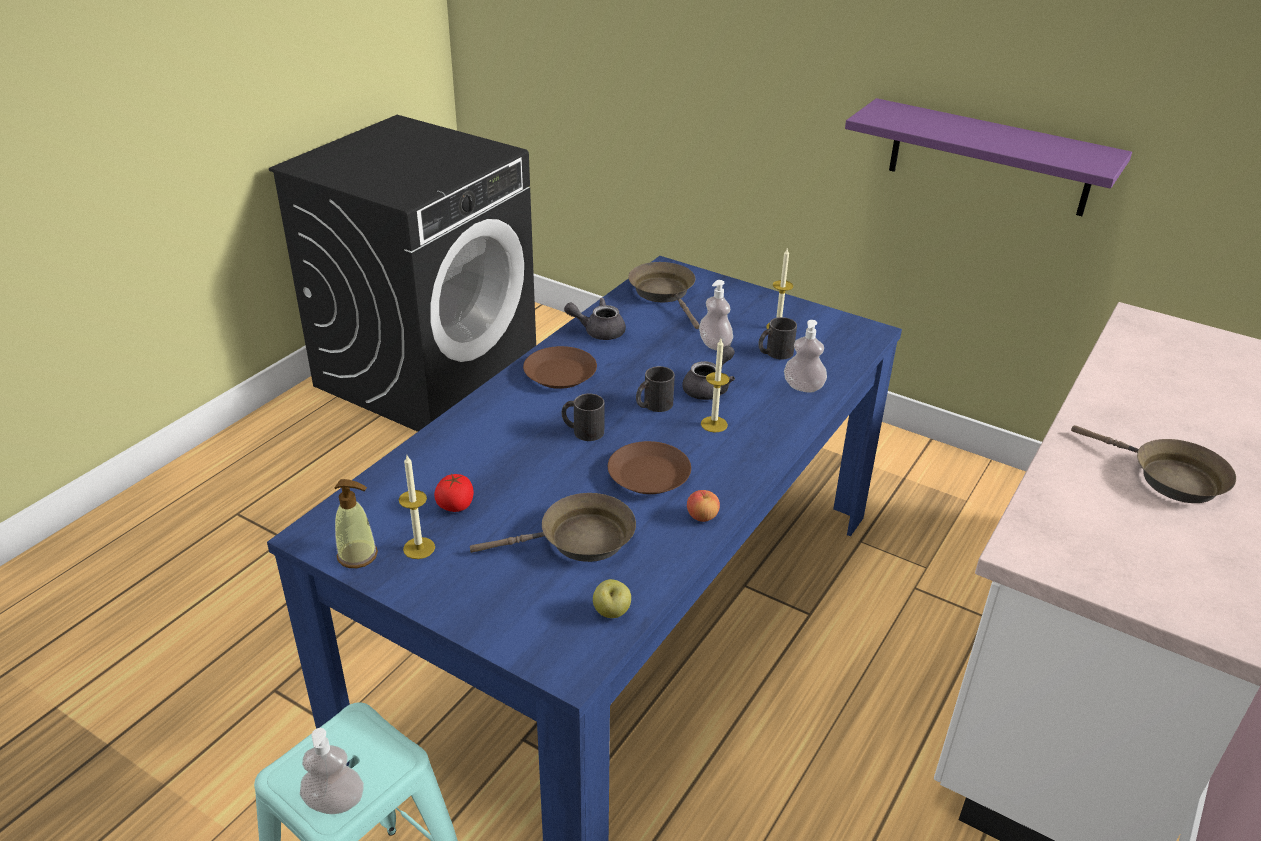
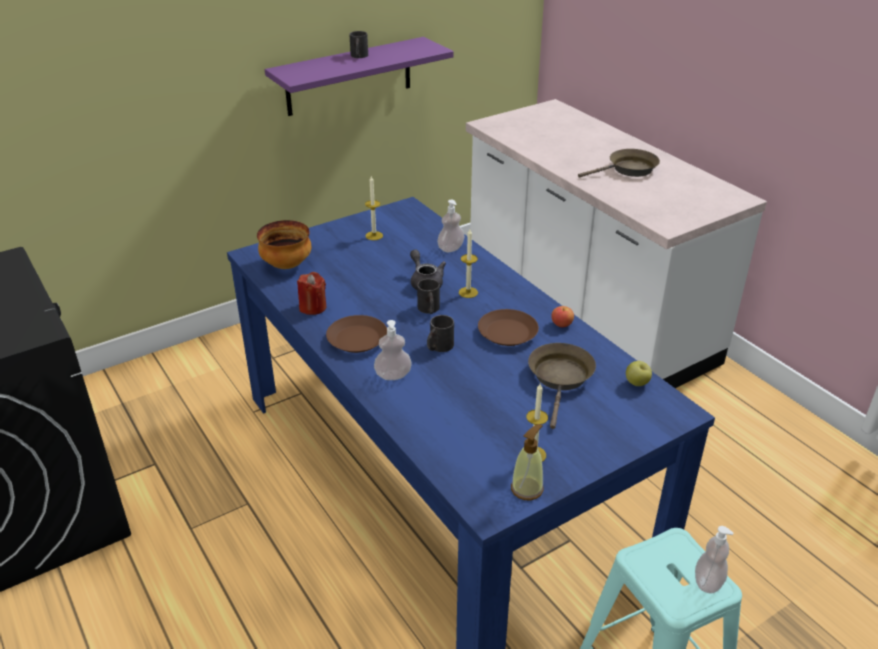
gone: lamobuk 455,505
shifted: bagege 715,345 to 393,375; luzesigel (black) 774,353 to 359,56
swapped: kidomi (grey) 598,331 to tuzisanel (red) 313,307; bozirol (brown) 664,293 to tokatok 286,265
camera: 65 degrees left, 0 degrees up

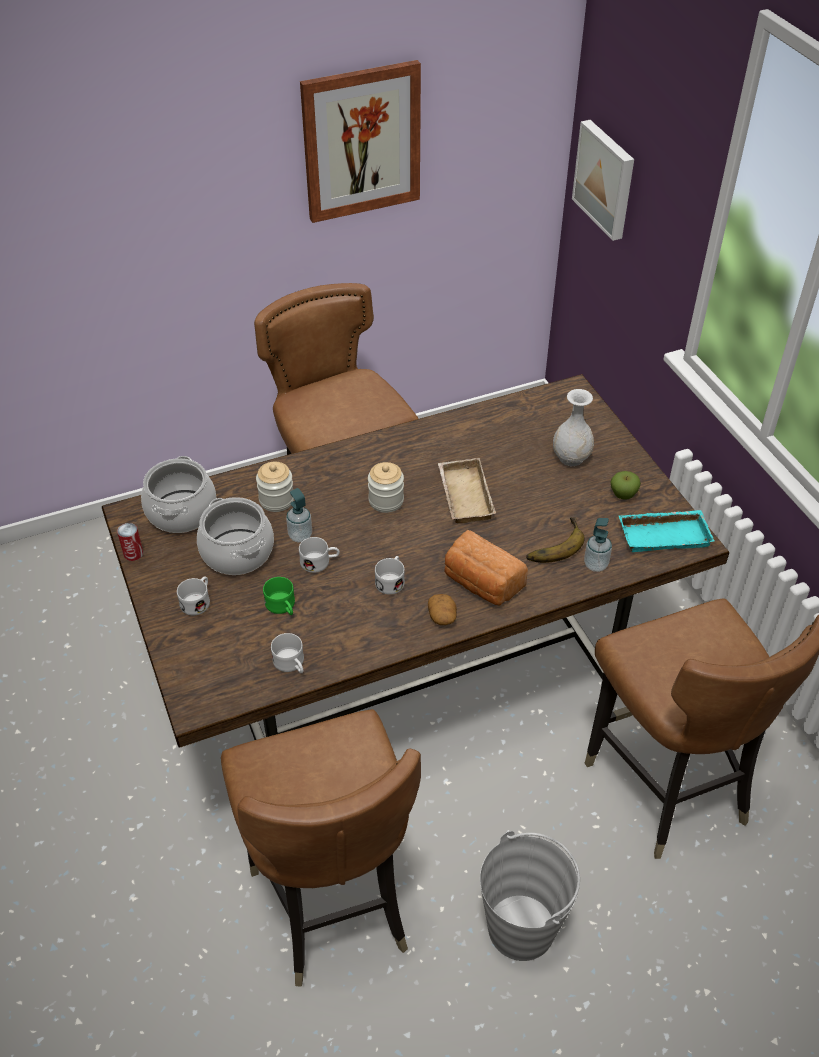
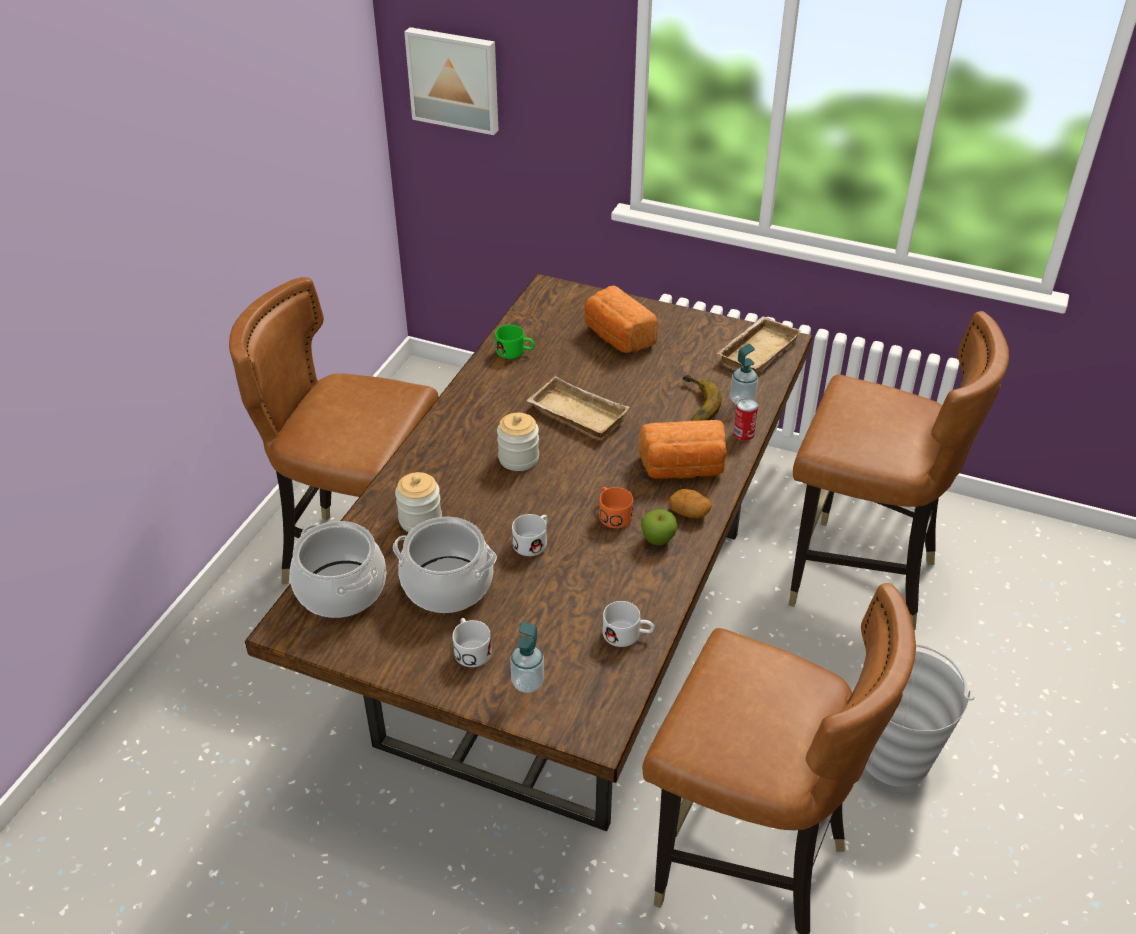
gone: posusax 361,141
shifted: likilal 133,553 to 743,433; luzesigel (green) 282,607 to 515,352; bagege 300,536 to 527,682; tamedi 623,495 to 658,540
swapped: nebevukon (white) 571,457 to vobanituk 617,337
repainted: luzesigel (white) 391,580 to luzesigel (orange) 612,514; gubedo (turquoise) 664,534 to gubedo (beige) 756,350
camera: 45 degrees left, 5 degrees down

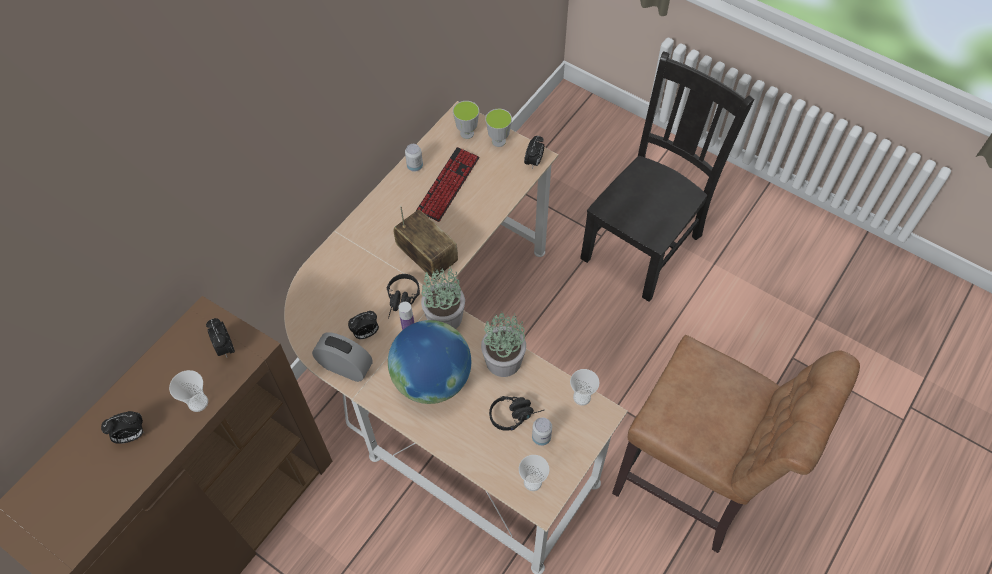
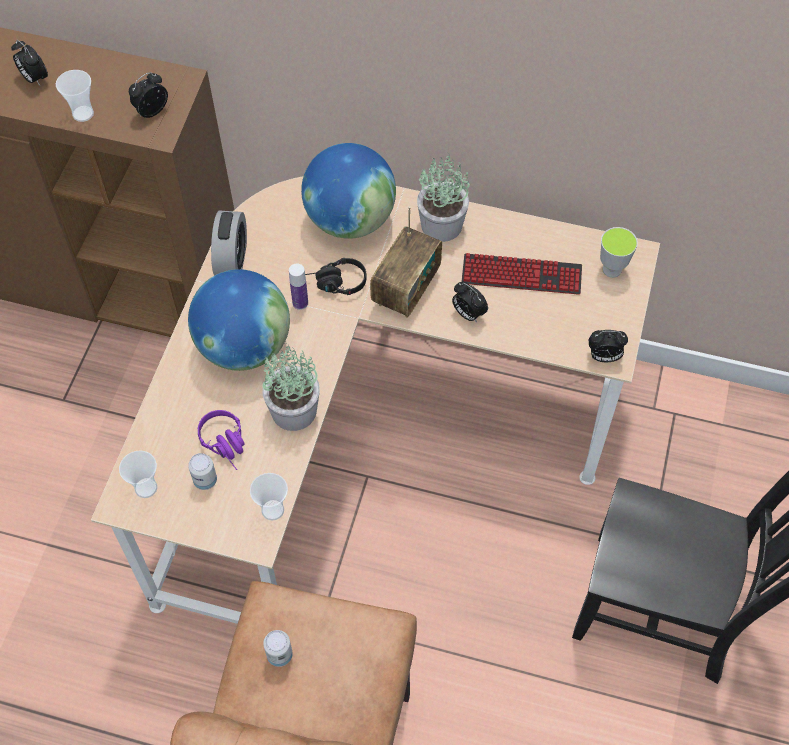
gone: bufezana 498,141
new: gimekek 349,219
shifted: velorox 366,333 to 468,314; likilal 415,166 to 279,655; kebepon 445,316 to 442,225
repainted: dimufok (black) 516,414 to dimufok (purple) 227,445
camera: 70 degrees right, 0 degrees up

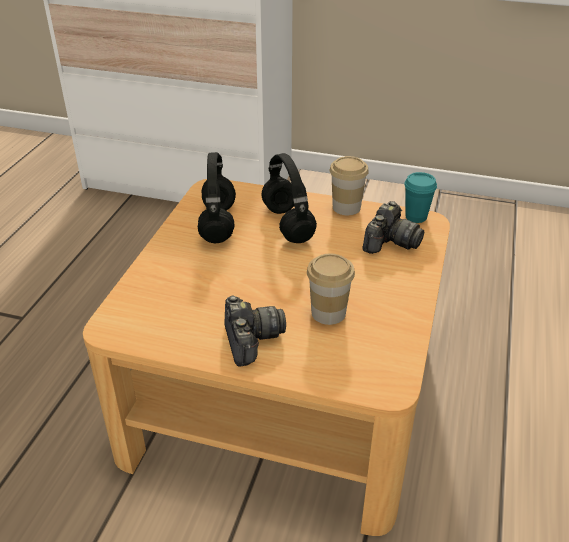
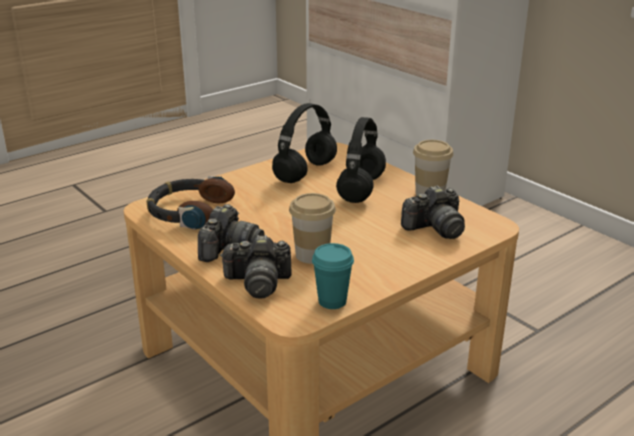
new: dimufok 188,211; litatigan 258,283
shifted: bufezana (turquoise) 416,217 to 332,301
camera: 35 degrees right, 10 degrees down

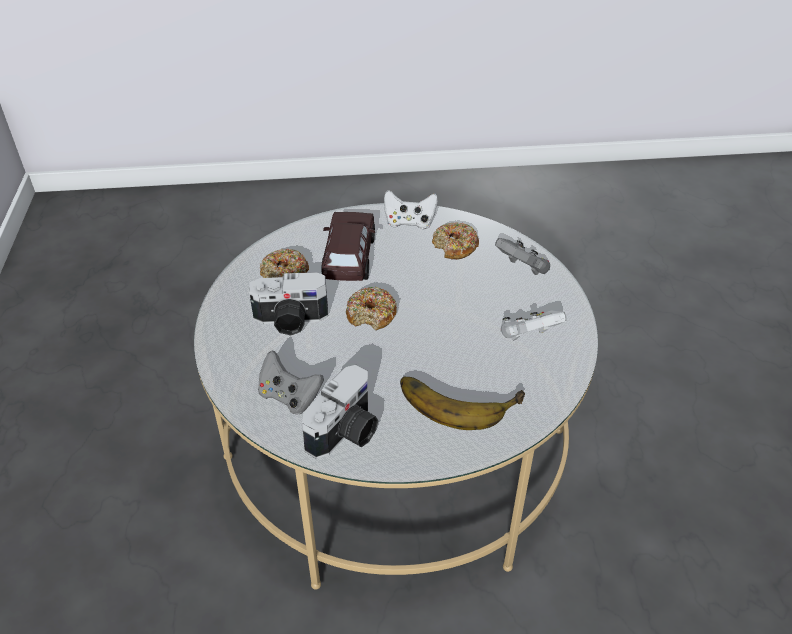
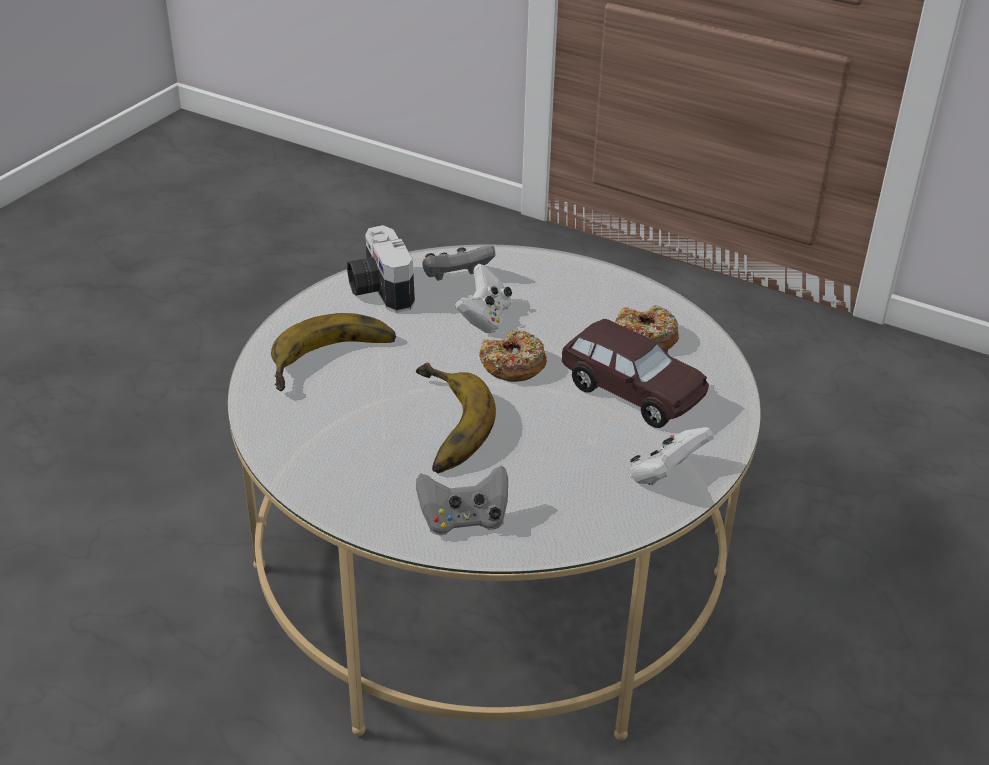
gone: litatigan 290,321; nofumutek 455,247
new: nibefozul 438,426
shifted: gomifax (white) 528,337 to 484,318
camera: 125 degrees right, 5 degrees down

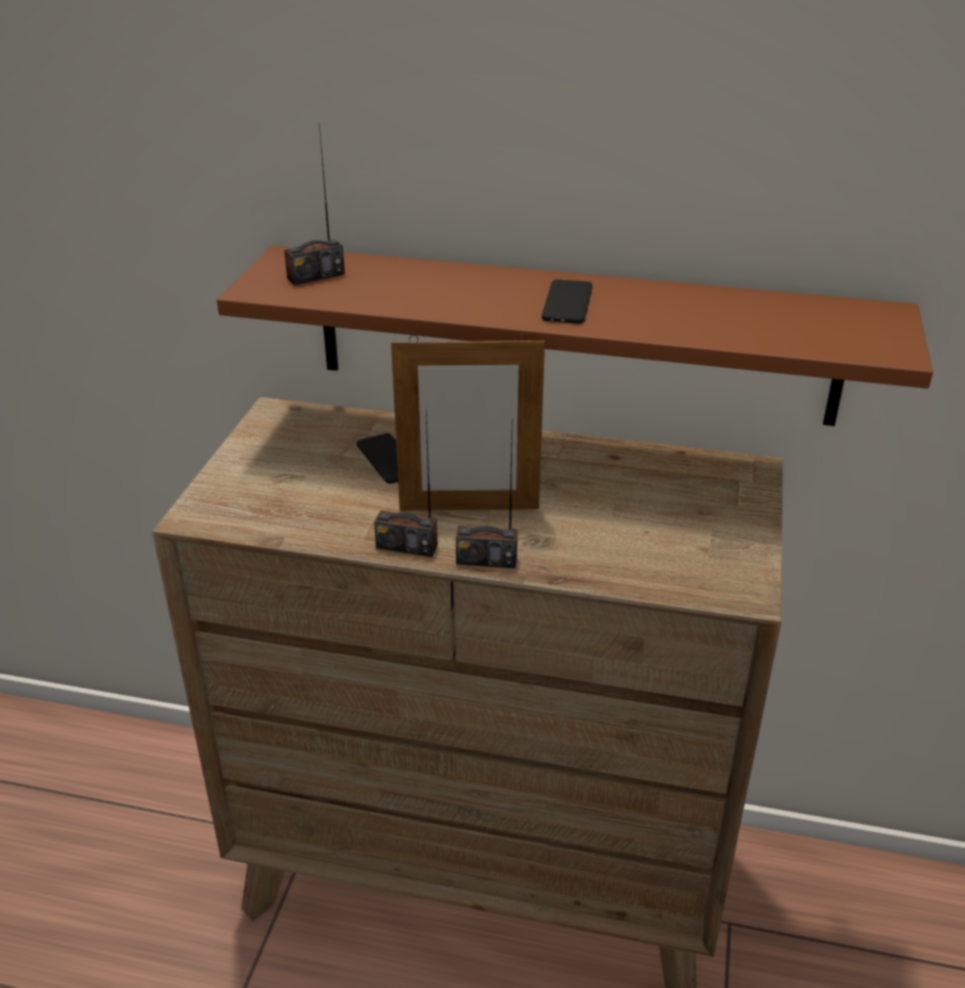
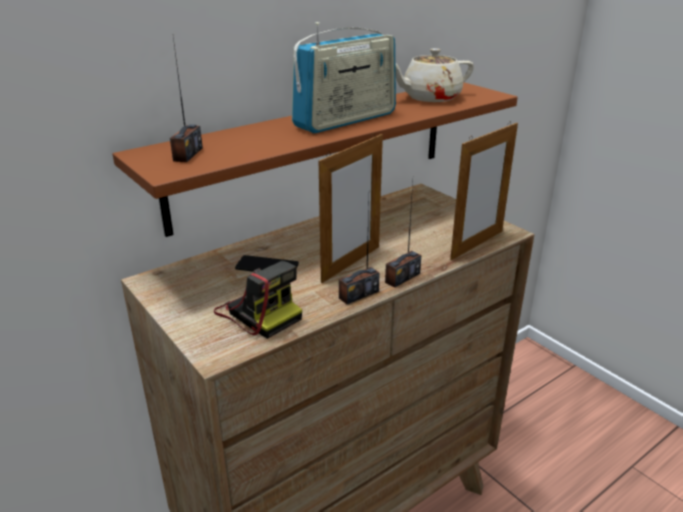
new: litatigan 259,312; kidomi (beige) 430,97; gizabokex 477,245
swapped: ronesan 567,303 to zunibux 345,120
camera: 50 degrees left, 5 degrees down

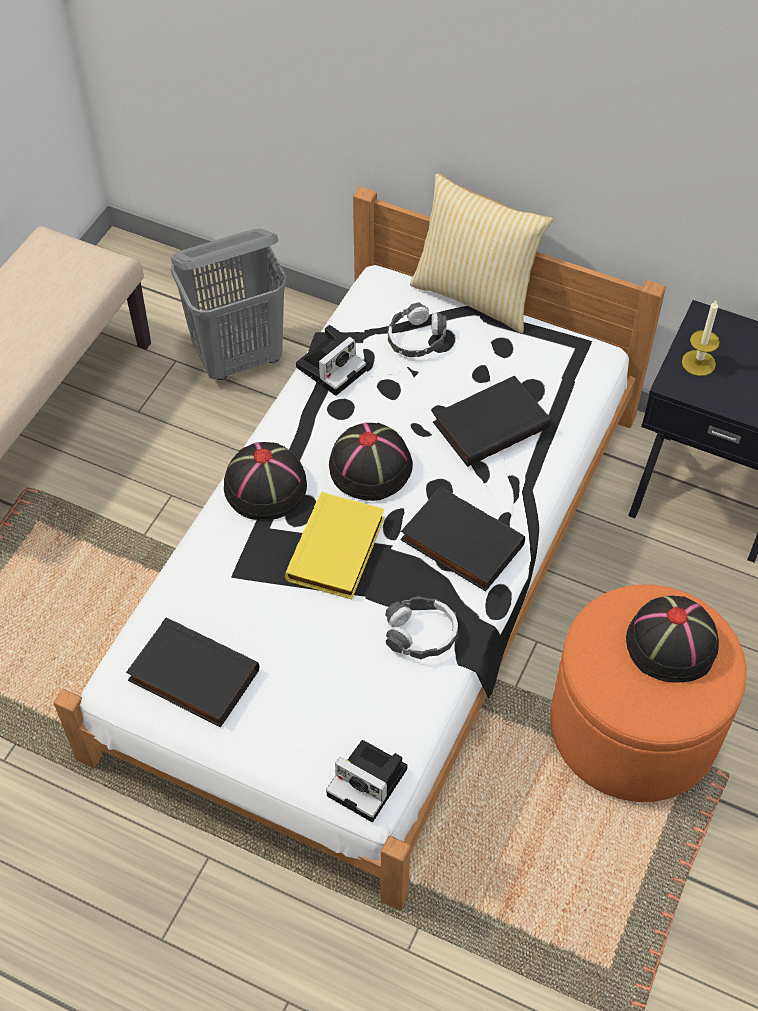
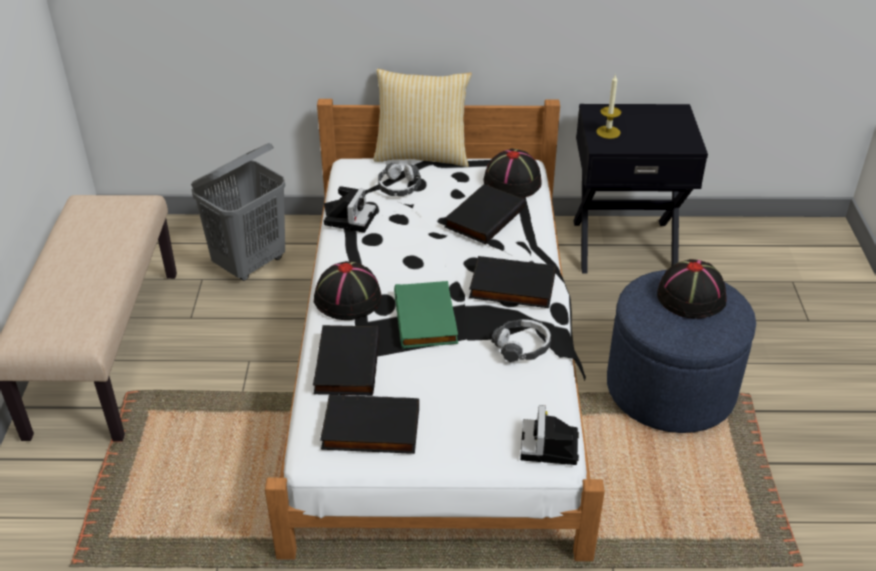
new: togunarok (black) 345,364
shifted: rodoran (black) 371,466 to 512,181
repainted: togunarok (yellow) 338,550 to togunarok (green) 427,319; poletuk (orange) 633,726 to poletuk (blue) 670,388
rotated: litatigan 370,782 = 550,448 90 degrees clockwise
camera: 25 degrees left, 15 degrees down

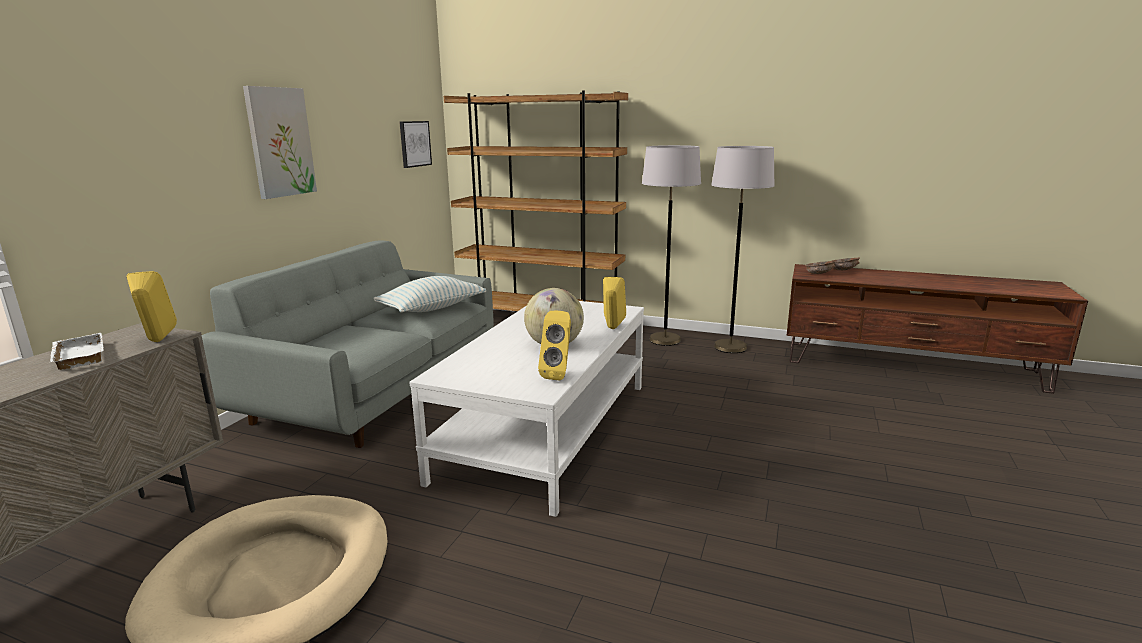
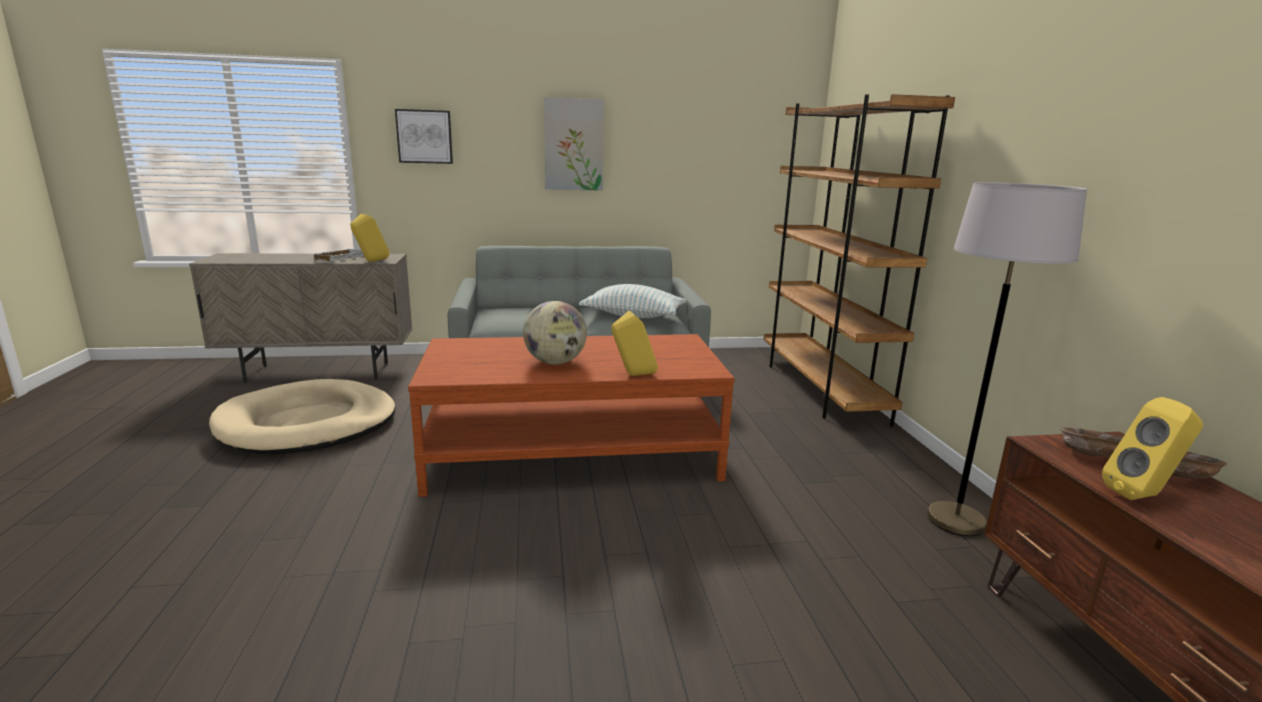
gone: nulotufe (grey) 665,340
shifted: posusax 414,144 to 424,136; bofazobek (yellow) 559,375 to 1142,496
repainted: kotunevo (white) 547,429 to kotunevo (brown) 573,454
camera: 60 degrees right, 0 degrees up

